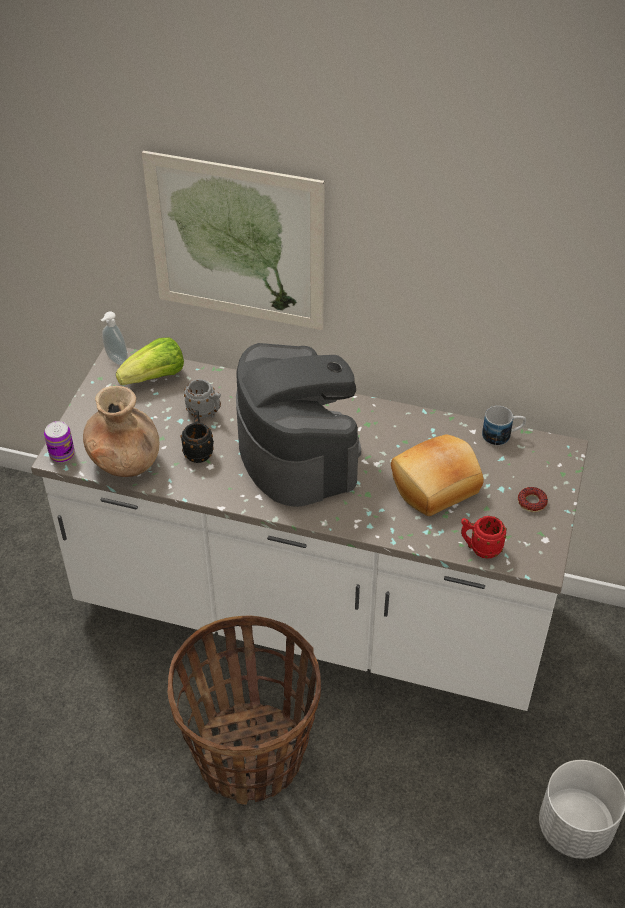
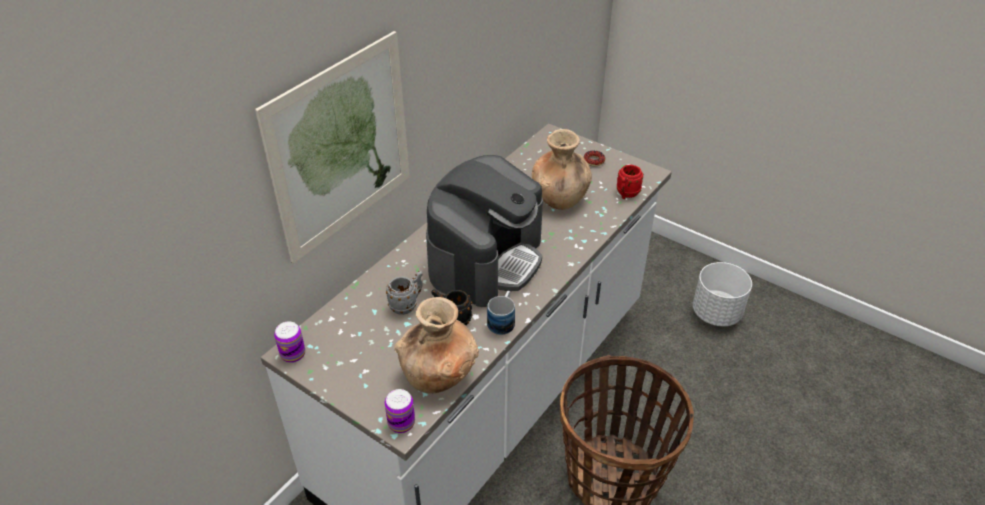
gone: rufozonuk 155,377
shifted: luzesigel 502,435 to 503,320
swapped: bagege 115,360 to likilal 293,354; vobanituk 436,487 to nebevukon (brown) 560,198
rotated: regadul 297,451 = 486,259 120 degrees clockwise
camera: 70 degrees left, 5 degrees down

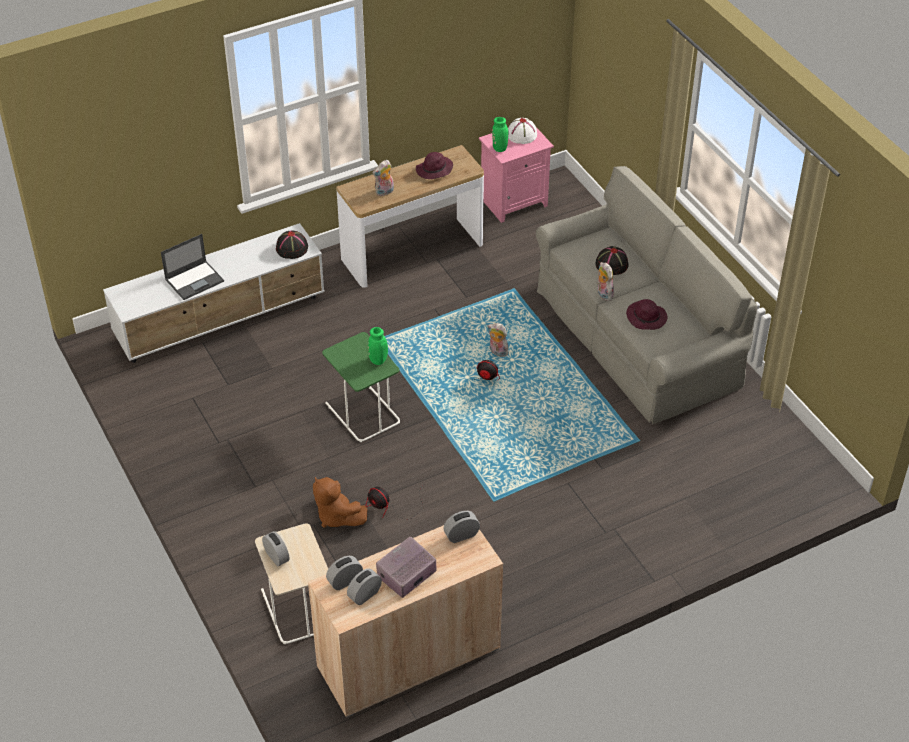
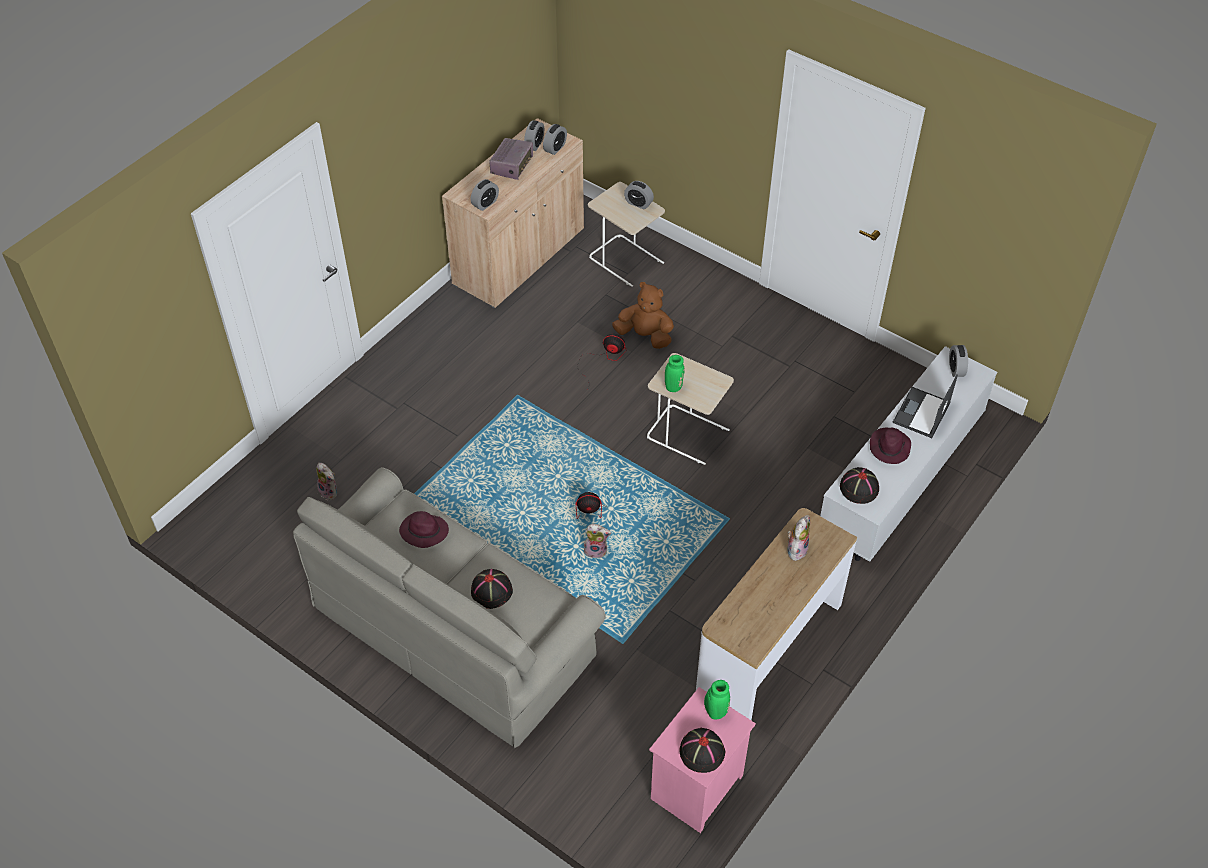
new: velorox 956,369
shifted: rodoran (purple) 434,170 to 889,447; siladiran 603,294 to 330,492
repainted: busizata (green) 362,413 to busizata (beige) 688,434; rodoran (white) 522,135 to rodoran (black) 701,751
camera: 155 degrees right, 5 degrees up

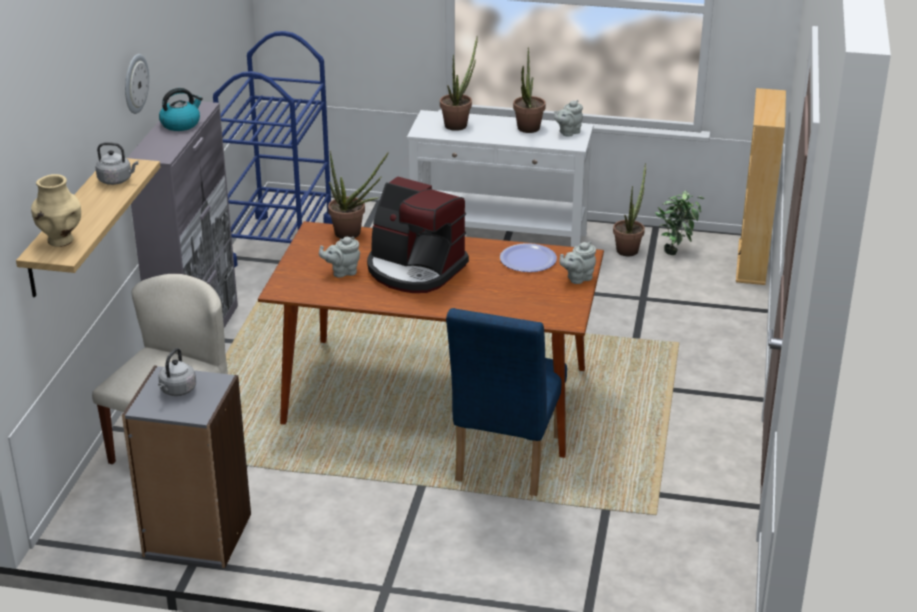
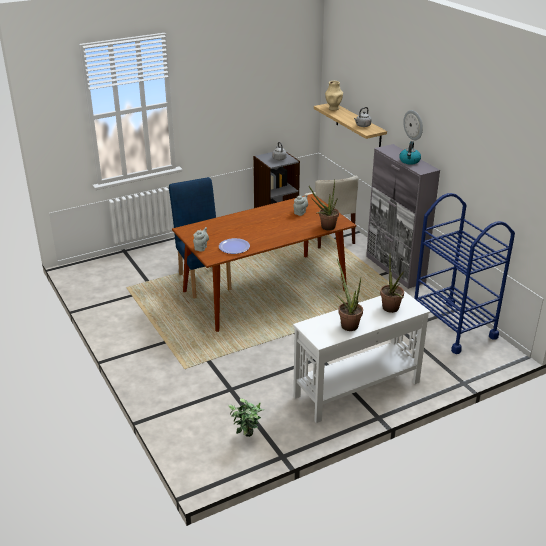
gone: regadul 414,269; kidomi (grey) 568,132; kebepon 629,248; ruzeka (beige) 752,262
camera: 140 degrees right, 0 degrees up

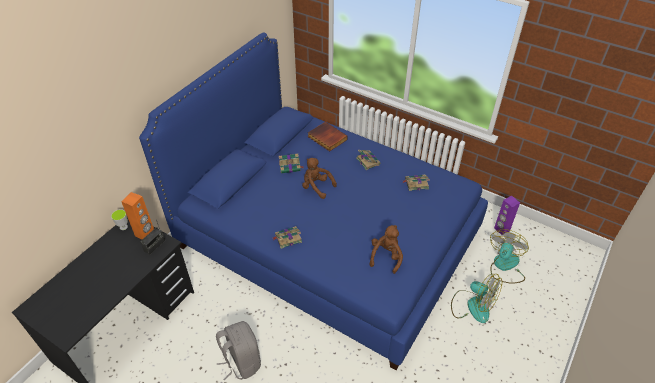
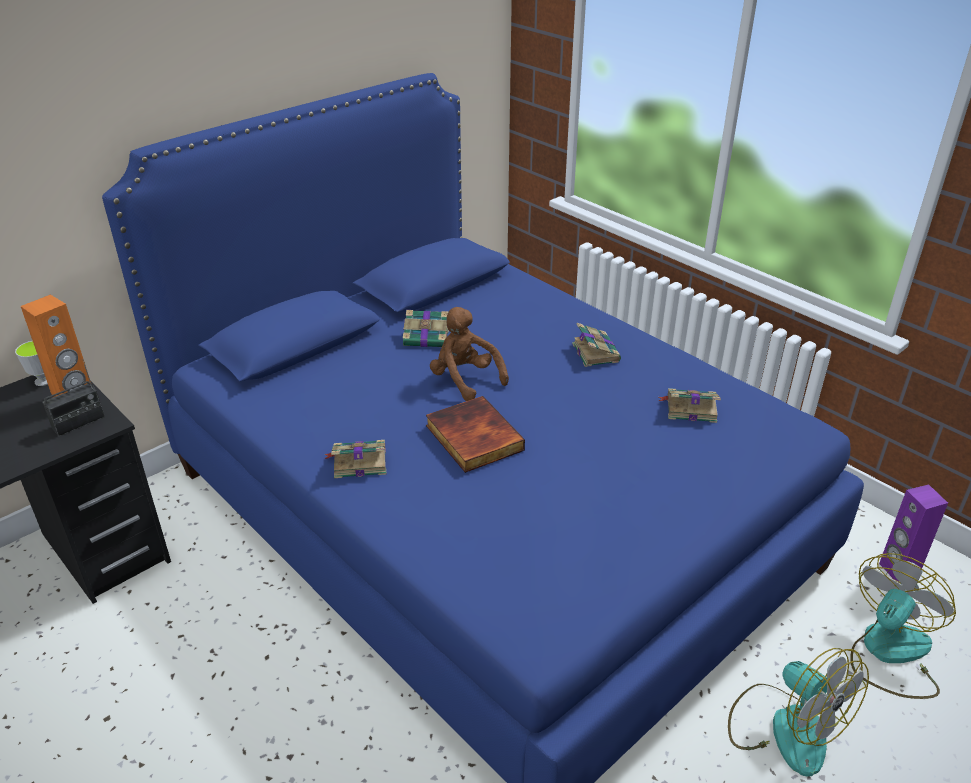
gone: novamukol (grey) 241,362; siladiran (brown) 386,257
shifted: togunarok 326,138 to 472,438
camera: 15 degrees right, 10 degrees down

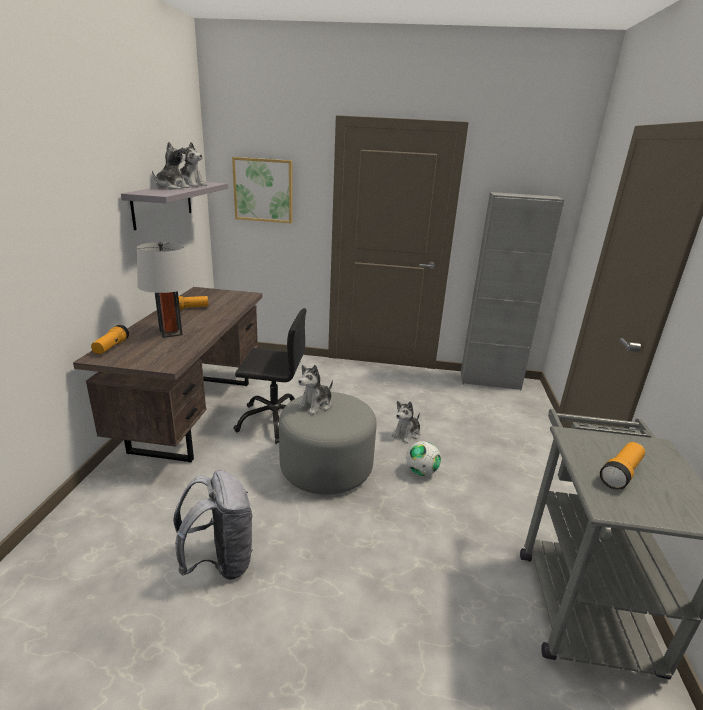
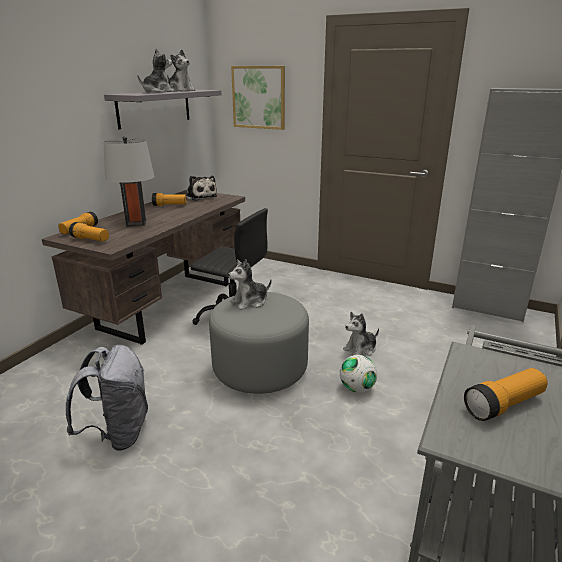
new: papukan 90,240; siladiran 200,197
camera: 20 degrees right, 0 degrees up

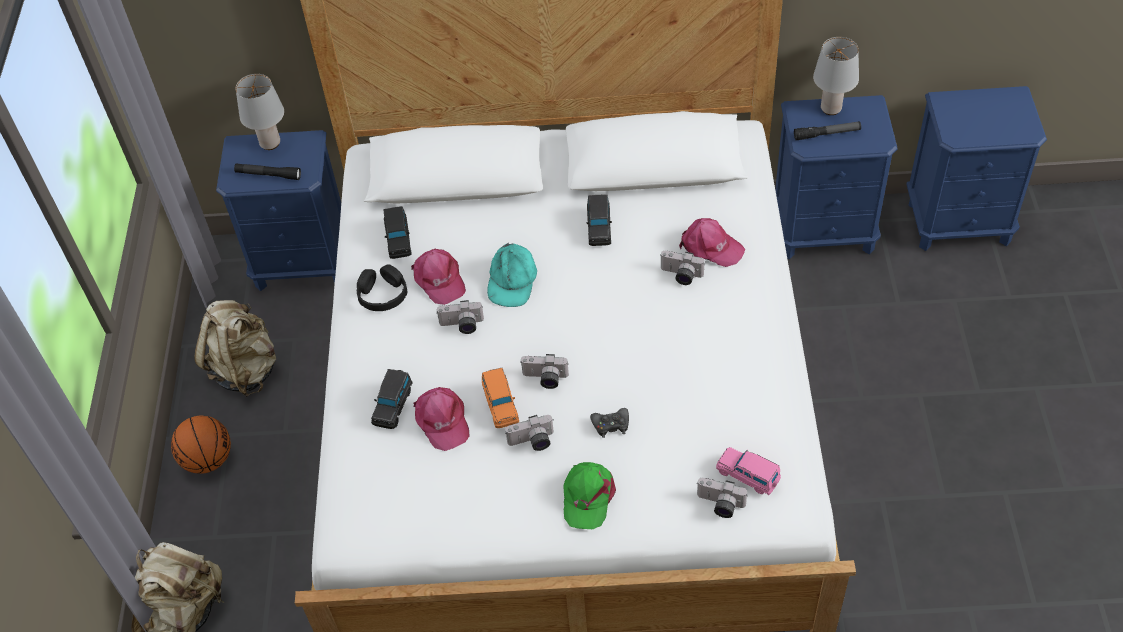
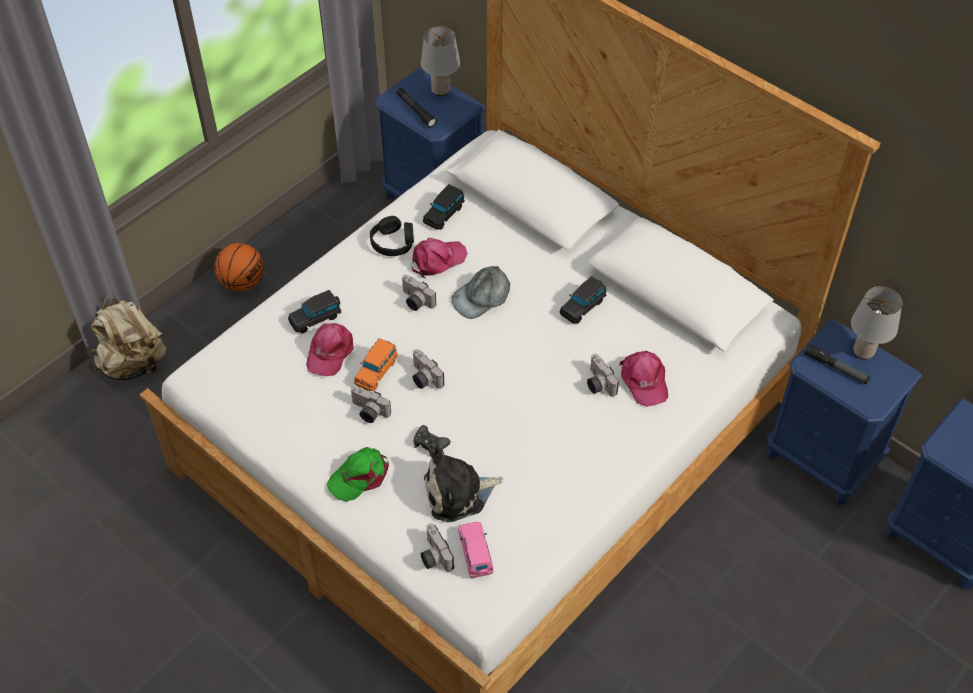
gone: novamukol (beige) 245,369
new: siladiran 458,493
repainted: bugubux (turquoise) 512,280 to bugubux (grey) 482,297
rotated: bugubux (pink) 439,280 = 437,260 135 degrees counterclockwise
camera: 40 degrees right, 0 degrees up

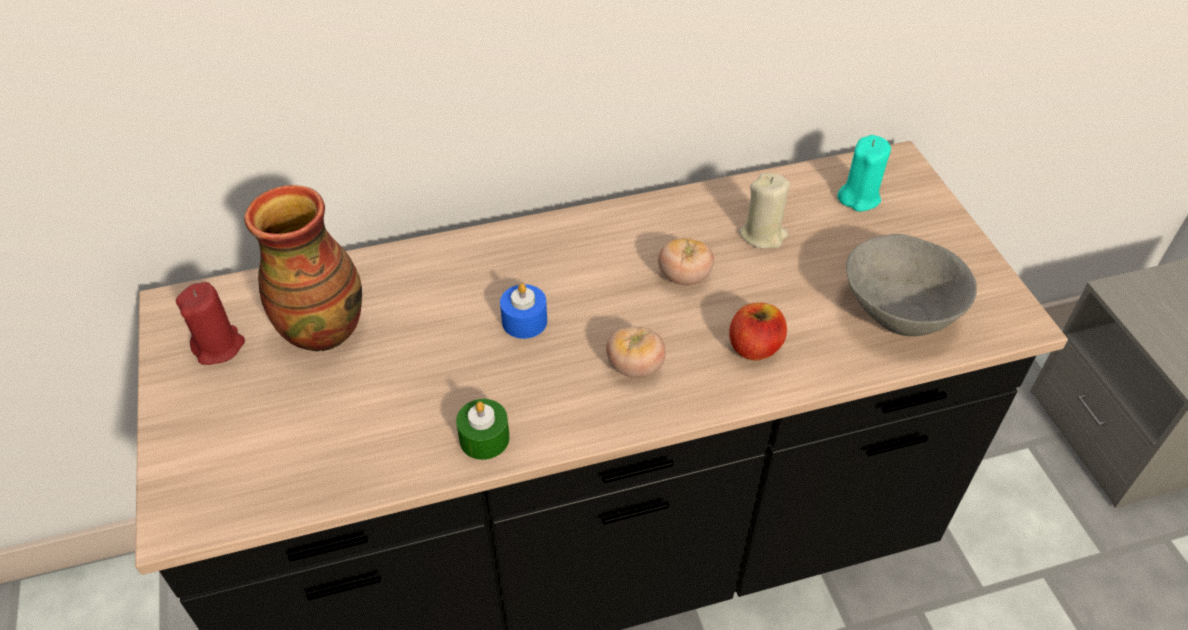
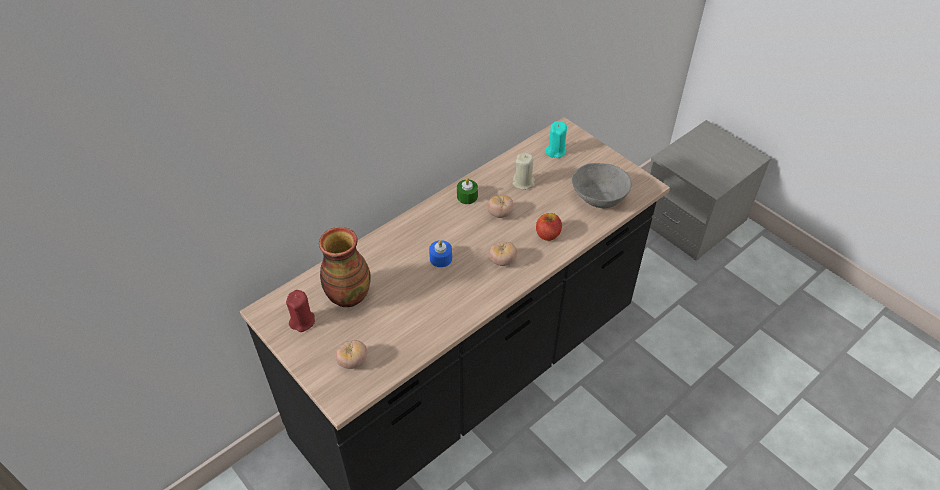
new: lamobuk 352,361
shifted: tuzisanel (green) 484,438 to 467,196
camera: 25 degrees left, 0 degrees up

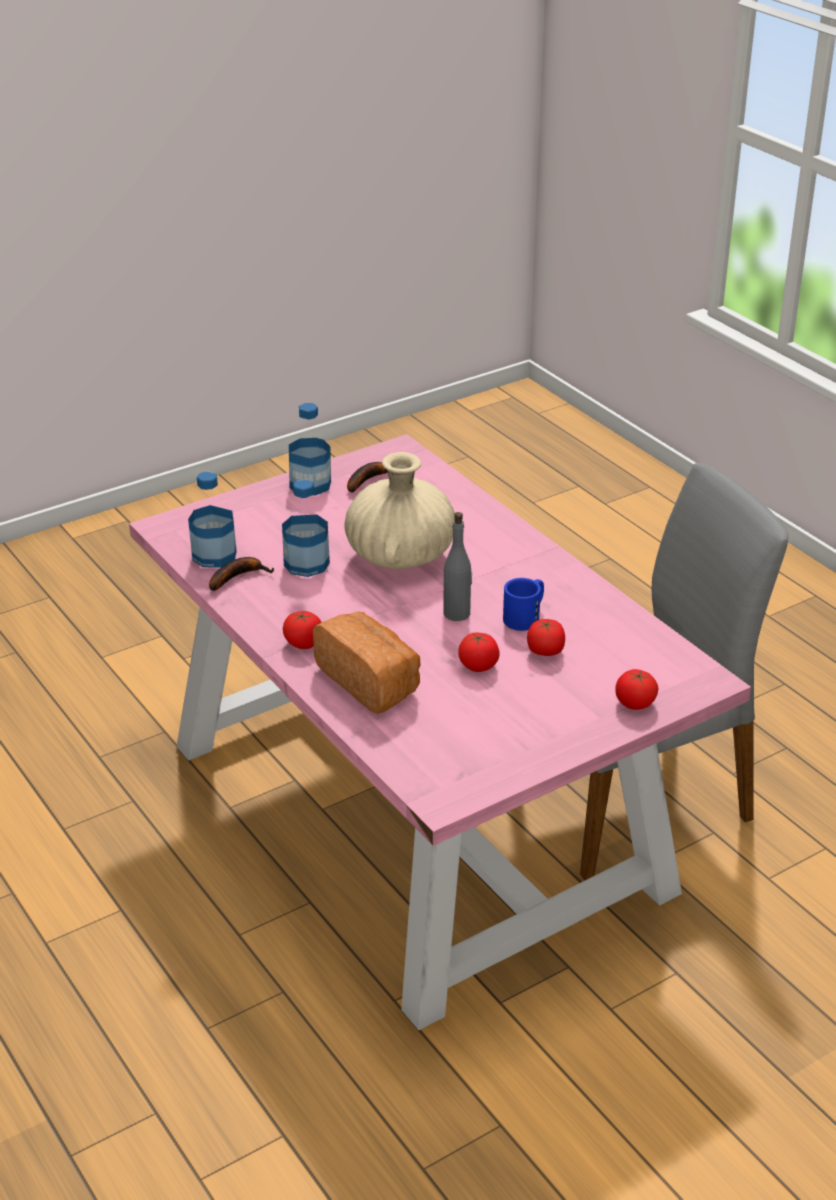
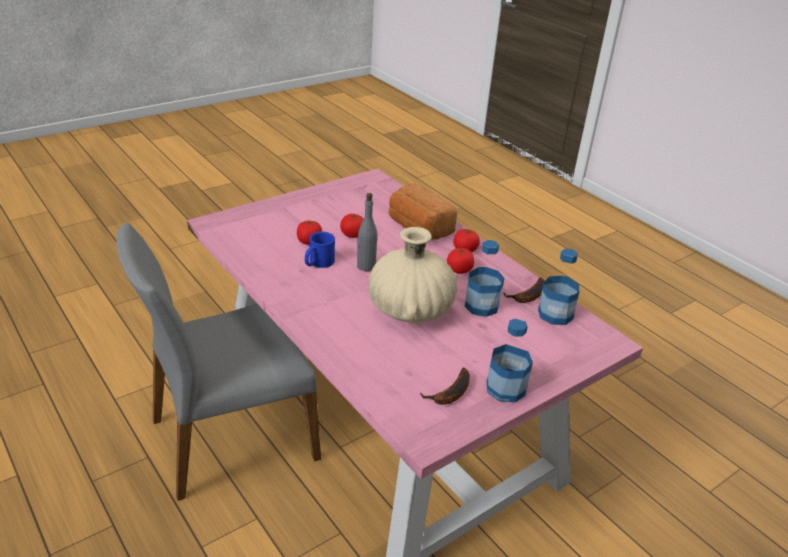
shifted: lamobuk 635,703 to 459,270
camera: 175 degrees right, 0 degrees up

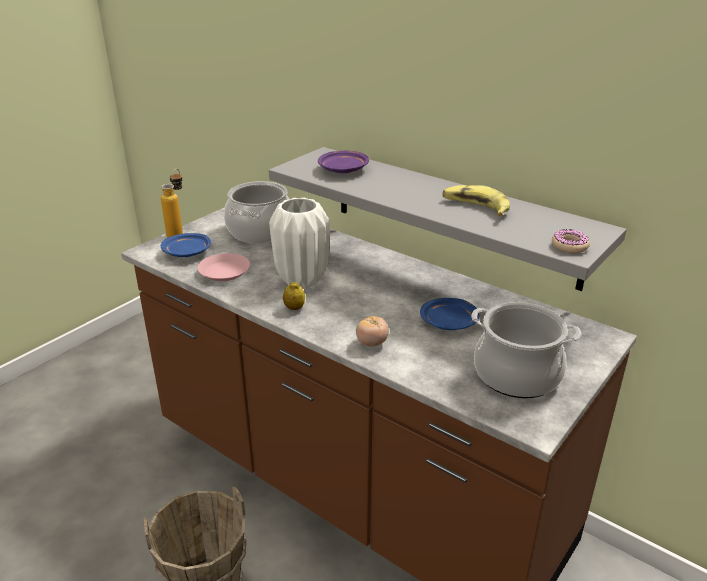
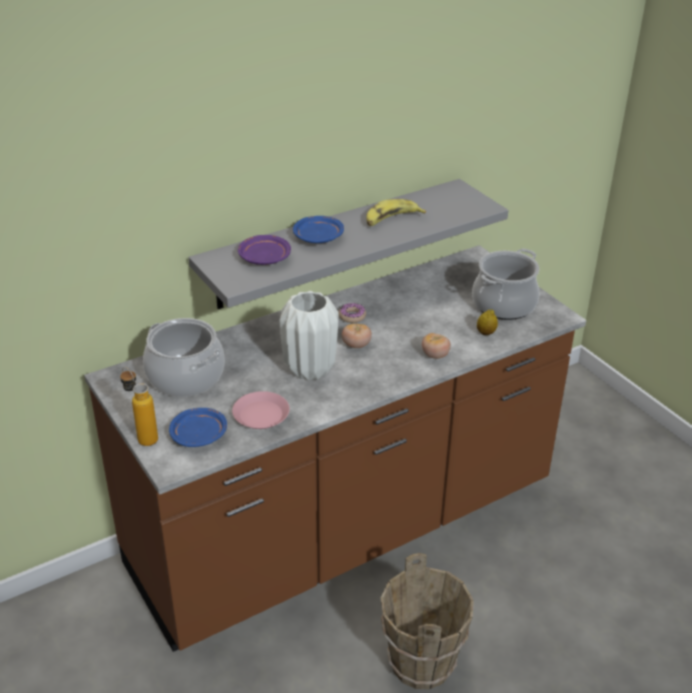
new: lamobuk 356,345
shifted: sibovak 294,308 to 486,333; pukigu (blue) 449,322 to 318,237; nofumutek 569,246 to 352,316
camera: 70 degrees left, 5 degrees up

